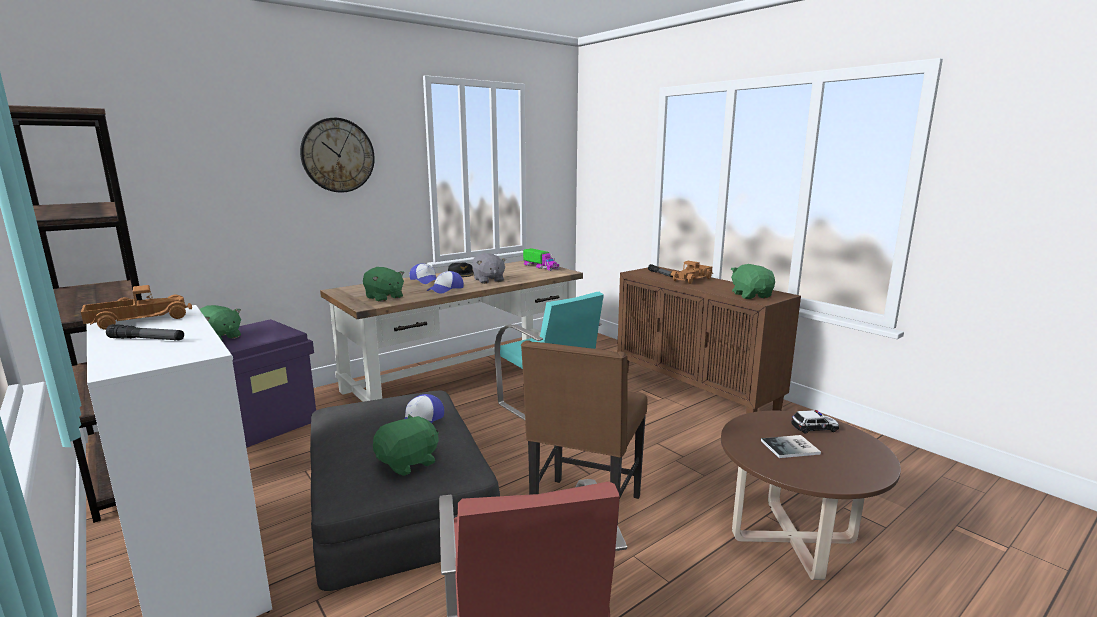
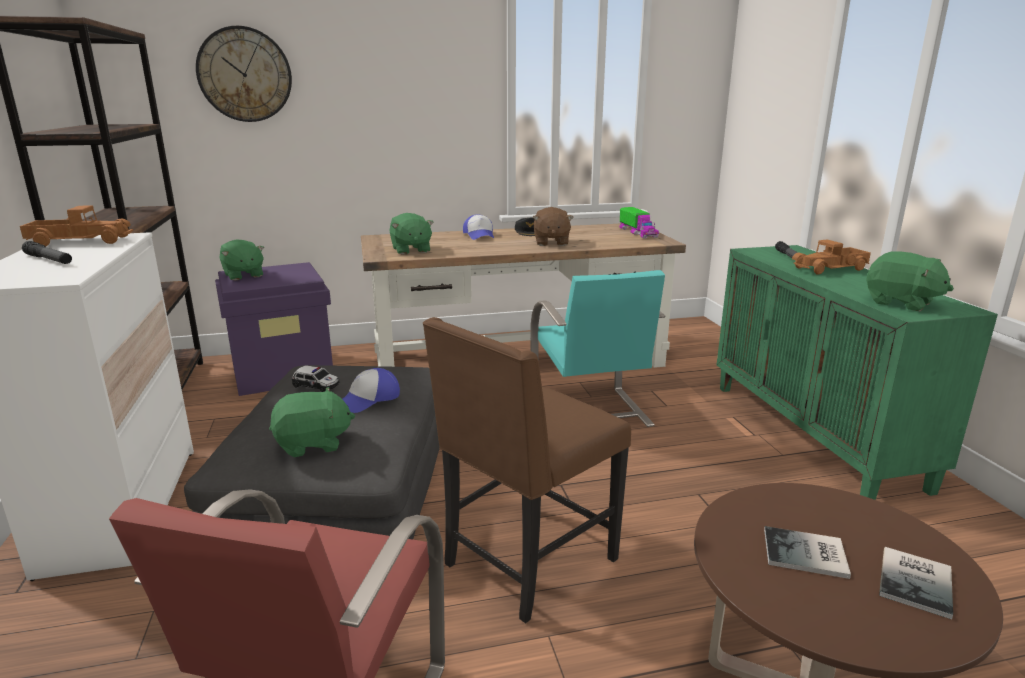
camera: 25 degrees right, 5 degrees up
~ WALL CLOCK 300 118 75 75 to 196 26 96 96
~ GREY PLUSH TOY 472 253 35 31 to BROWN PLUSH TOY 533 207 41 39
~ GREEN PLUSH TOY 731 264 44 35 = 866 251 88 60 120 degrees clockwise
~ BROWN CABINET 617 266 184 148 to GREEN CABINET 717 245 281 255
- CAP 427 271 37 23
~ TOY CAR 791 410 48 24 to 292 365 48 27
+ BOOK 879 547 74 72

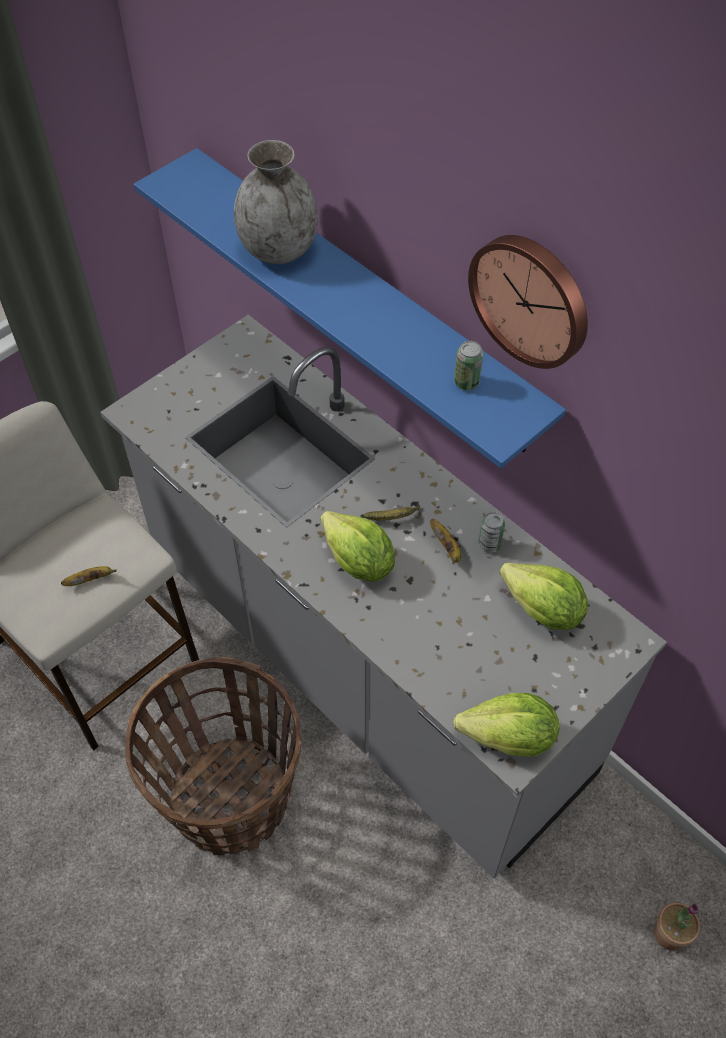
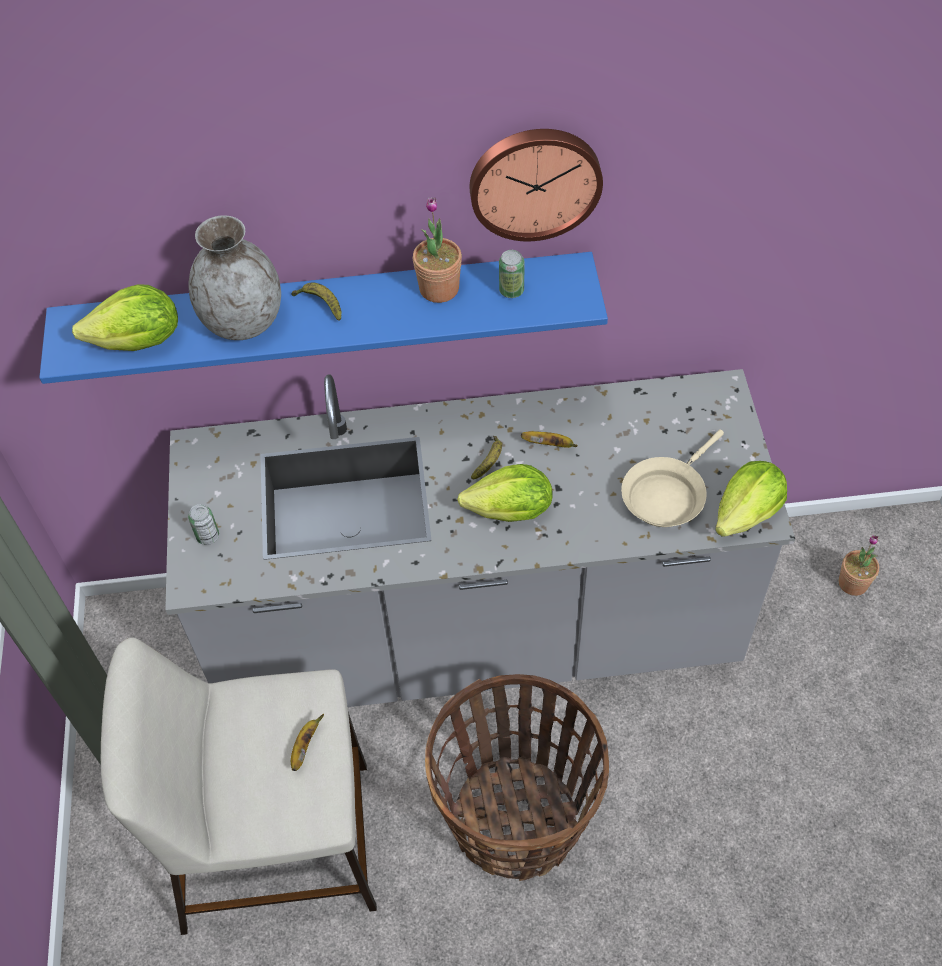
camera: 50 degrees left, 0 degrees up
~ CAN 478 512 27 41 to 188 504 31 41
~ LETTUCE 499 563 89 67 to 72 284 106 67
+ POTTED PLANT 413 197 49 106
+ BANANA 291 282 51 39
+ BEIGE FRYING PAN 621 429 103 98

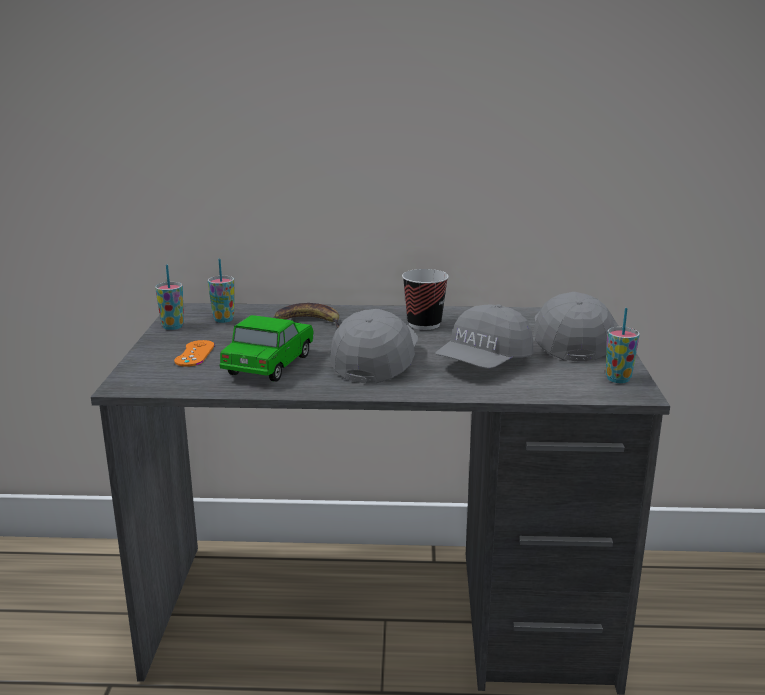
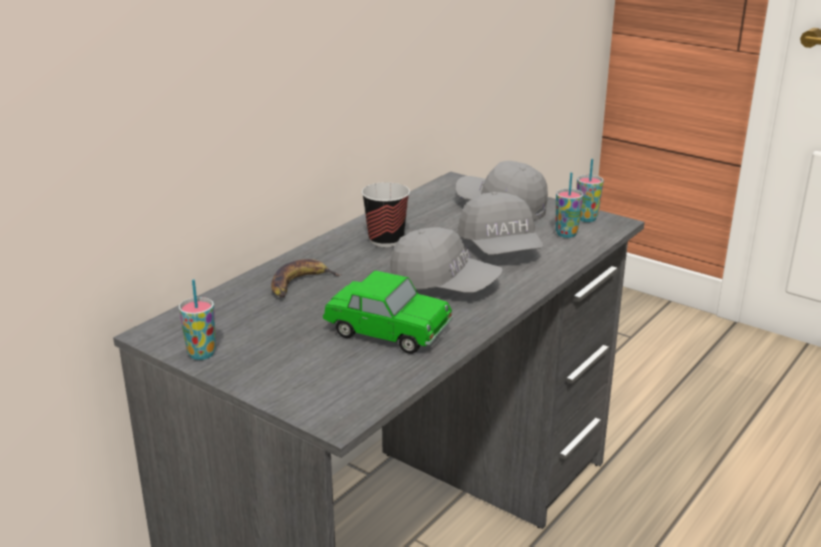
camera: 55 degrees left, 5 degrees up
~ CUP 208 259 26 64 to 556 172 27 66
~ GREY CAP 330 309 88 74 = 391 227 112 66 150 degrees clockwise
~ TOY CAR 219 315 95 67 = 323 270 130 84 150 degrees clockwise
- ORANGE GAME CONTROLLER 174 340 41 27

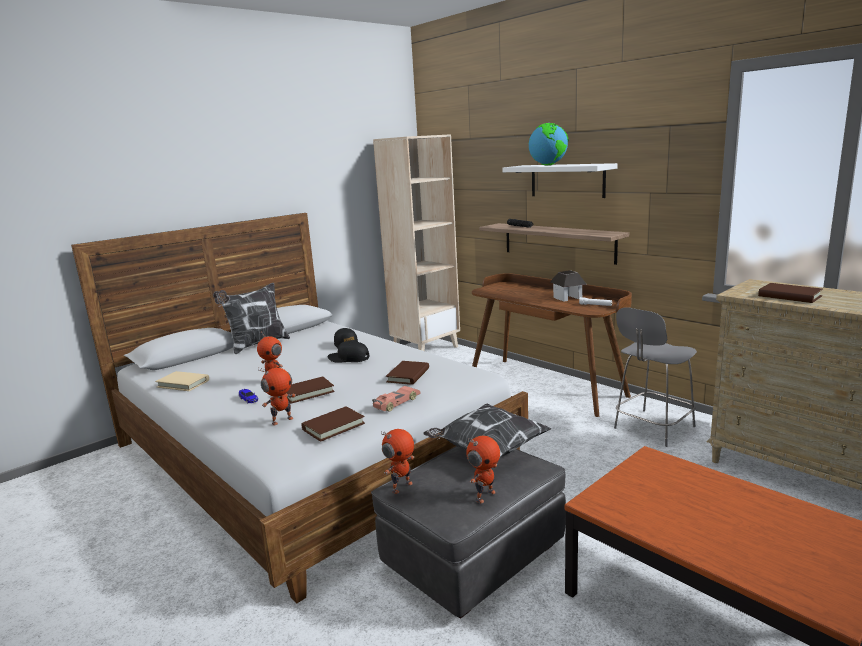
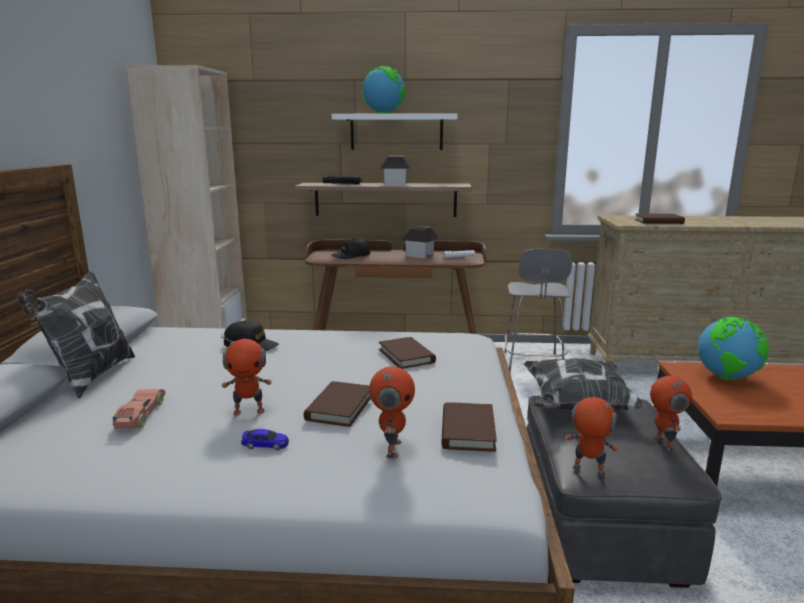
camera: 45 degrees left, 0 degrees up
~ BLACK CAP 328 341 42 22 to 332 239 38 20
- BEIGE BOOK 155 371 54 20
~ TOY CAR 372 386 48 26 to 112 389 53 41
~ TOY ROBOT 381 429 33 65 = 566 397 54 79 60 degrees counterclockwise
+ TOY HOUSE 380 155 31 31
+ GLOBE 698 317 71 63

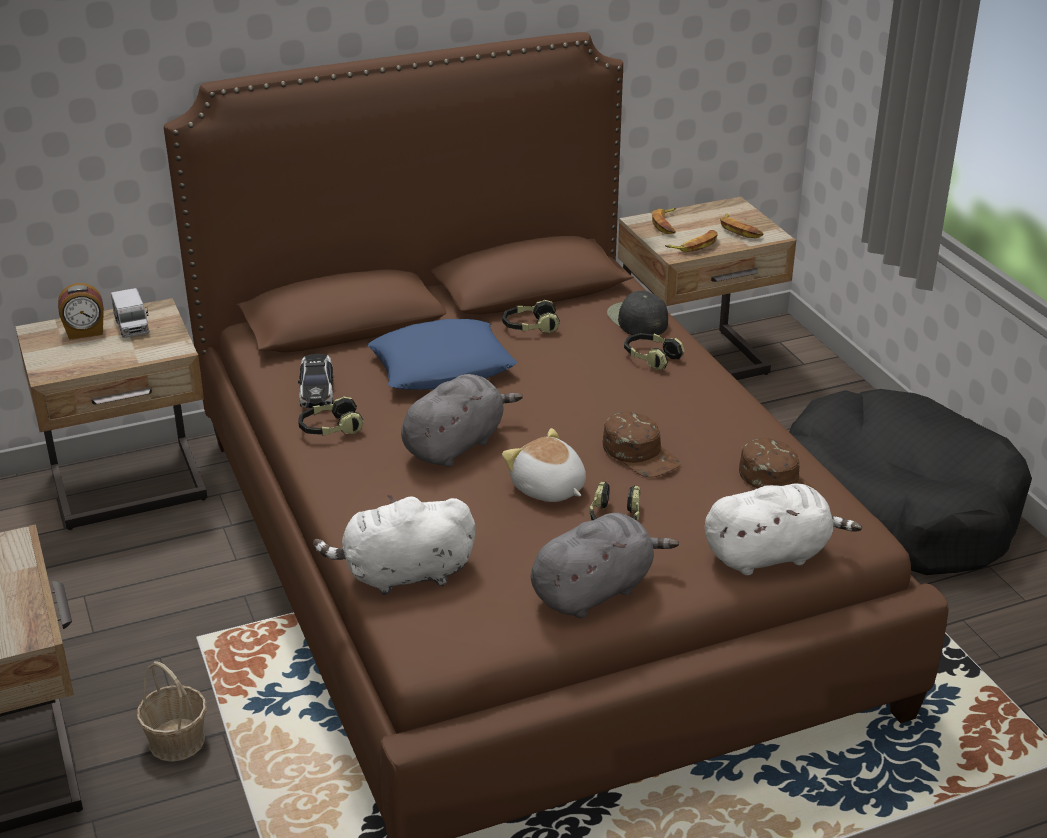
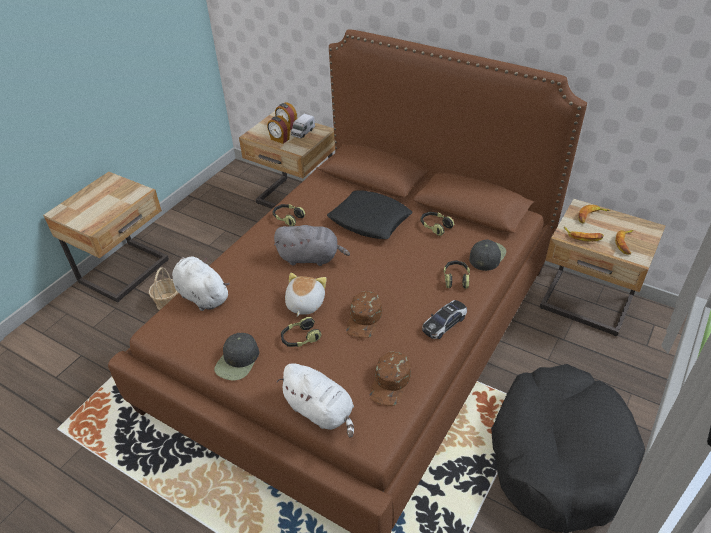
camera: 55 degrees right, 10 degrees up
~ BLUE PILLOW 368 319 149 71 to BLACK PILLOW 327 190 86 49
~ TOY CAR 298 354 35 54 to 422 300 45 39
~ GREY PLUSH TOY 531 513 148 105 to BLACK CAP 214 333 45 47
+ ALARM CLOCK 267 116 23 28

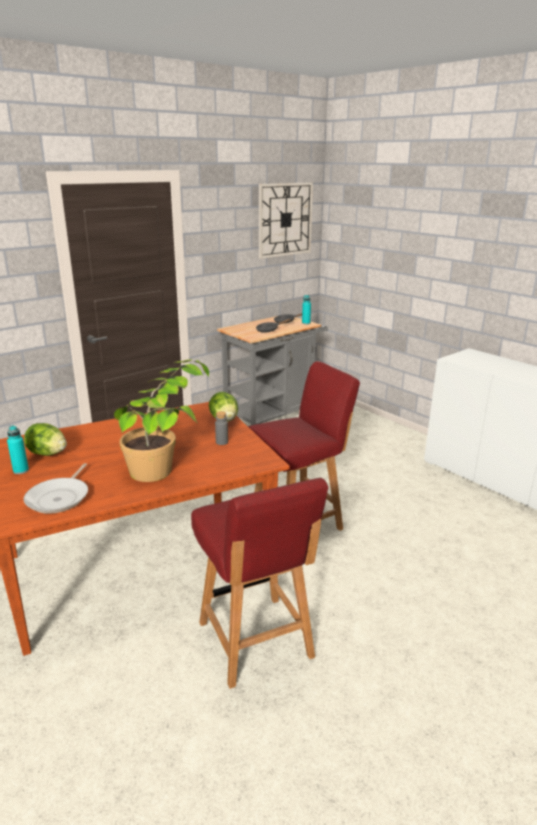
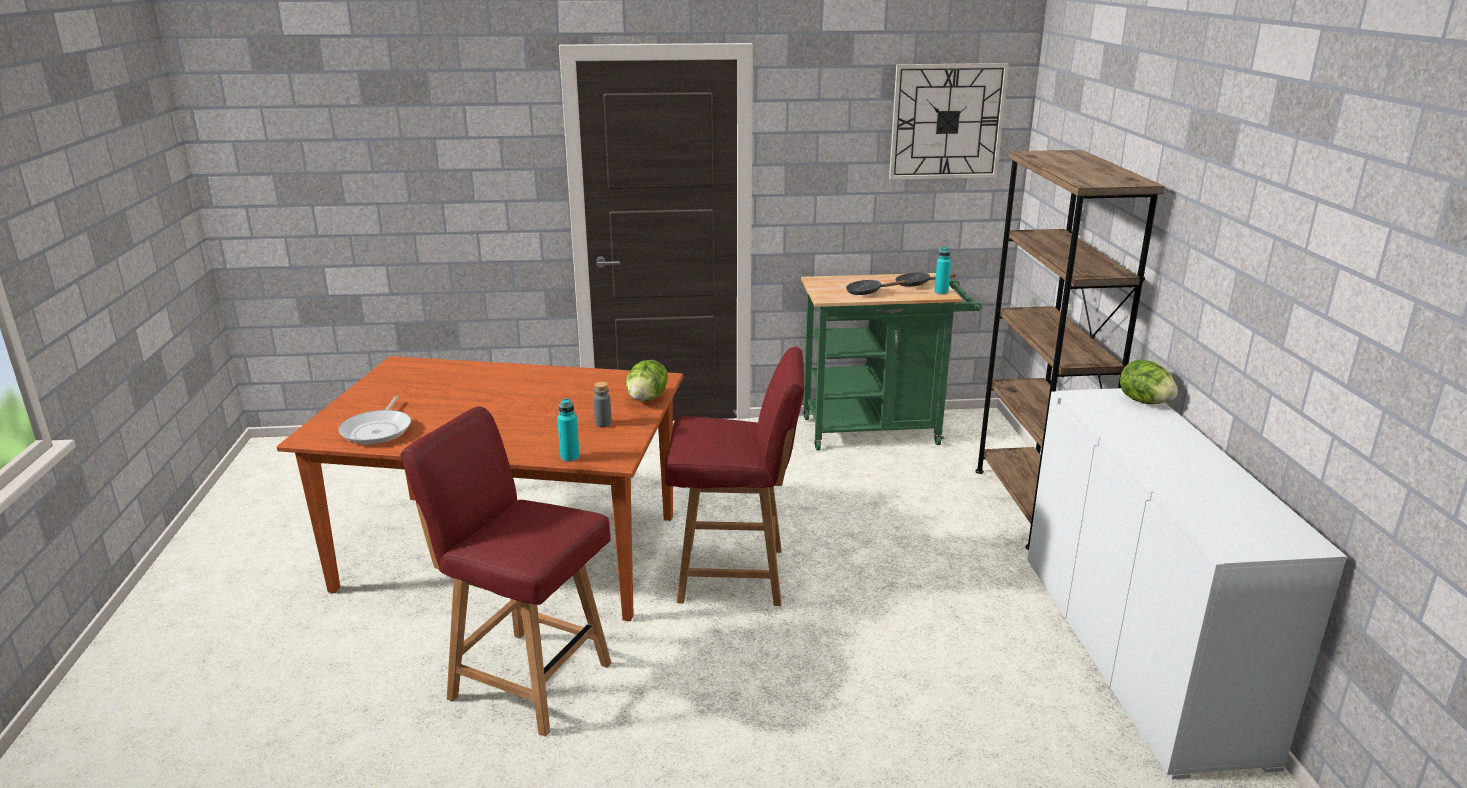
camera: 35 degrees right, 0 degrees up
~ GREY CART 217 316 111 109 to GREEN CART 801 273 180 177
- POTTED PLANT 114 359 95 123
~ LETTUCE 24 423 43 33 to 1120 360 58 44
~ TURQUOISE BOTTLE 7 425 22 49 to 557 398 23 64
~ FRYING PAN 24 463 64 51 = 338 396 73 49 45 degrees counterclockwise
~ RED CHAIR 191 478 137 211 = 400 406 212 330 105 degrees clockwise
+ BROWN BOOKCASE 975 150 190 400

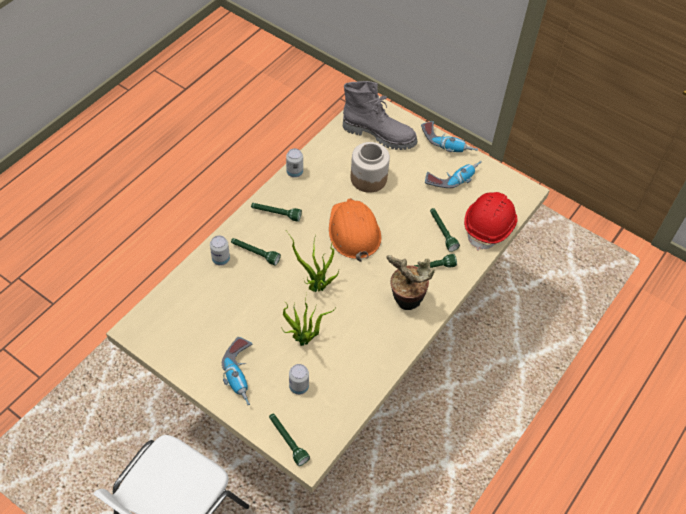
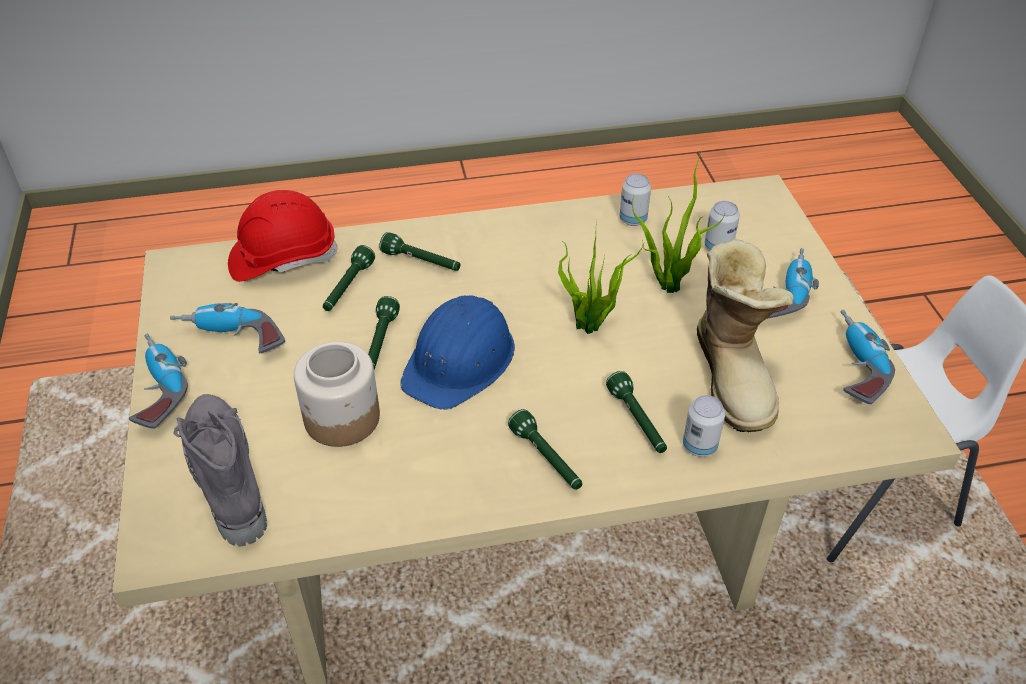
camera: 135 degrees left, 10 degrees down
~ CAN 286 148 17 30 to 619 173 32 53
~ ORANGE HARD HAT 329 199 52 63 to BLUE HARD HAT 400 296 115 114
- POTTED PLANT 386 255 49 55
~ GREEN FLASHLIGHT 269 414 41 52 to 368 296 32 74
+ BOOT 697 238 97 194
+ POWER DRILL 840 310 55 94

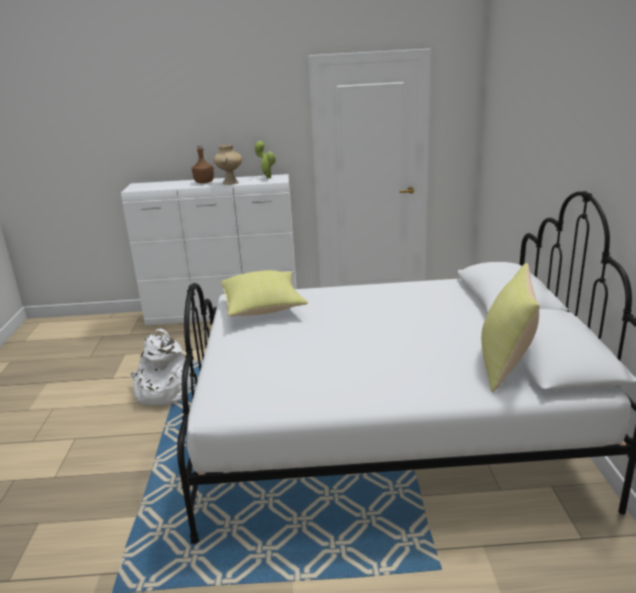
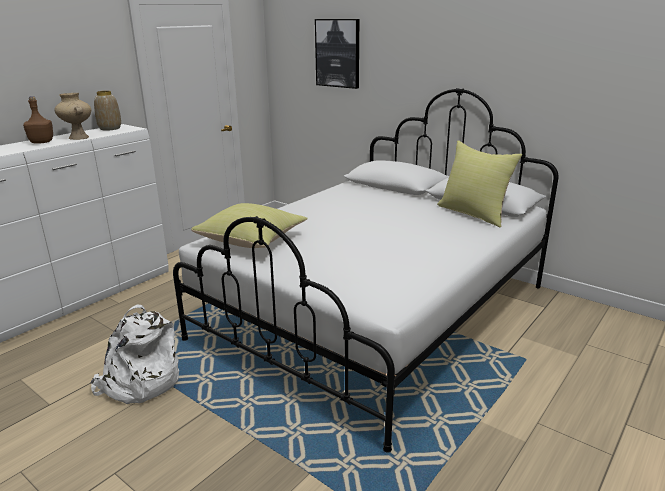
camera: 50 degrees left, 0 degrees up
~ POTTED PLANT 254 141 22 37 to VASE 94 91 27 40
+ PICTURE 315 19 44 70

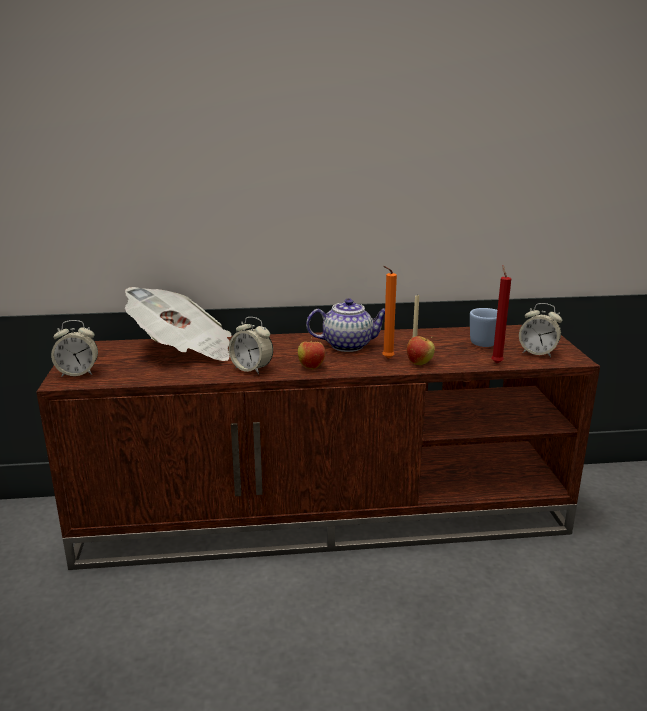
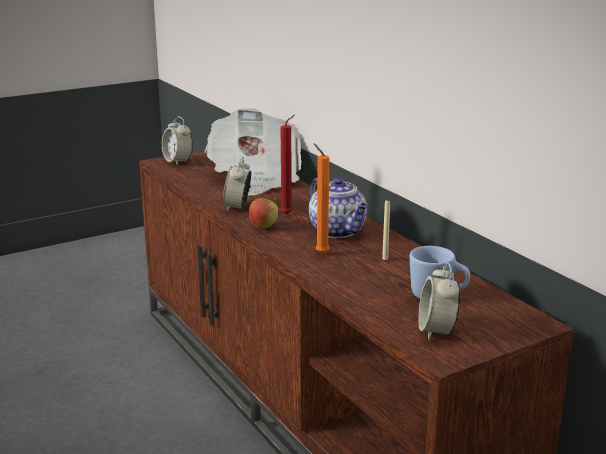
camera: 65 degrees right, 0 degrees up
~ RED CANDLE 491 266 20 97 to 280 115 15 100
- APPLE 407 336 28 29

